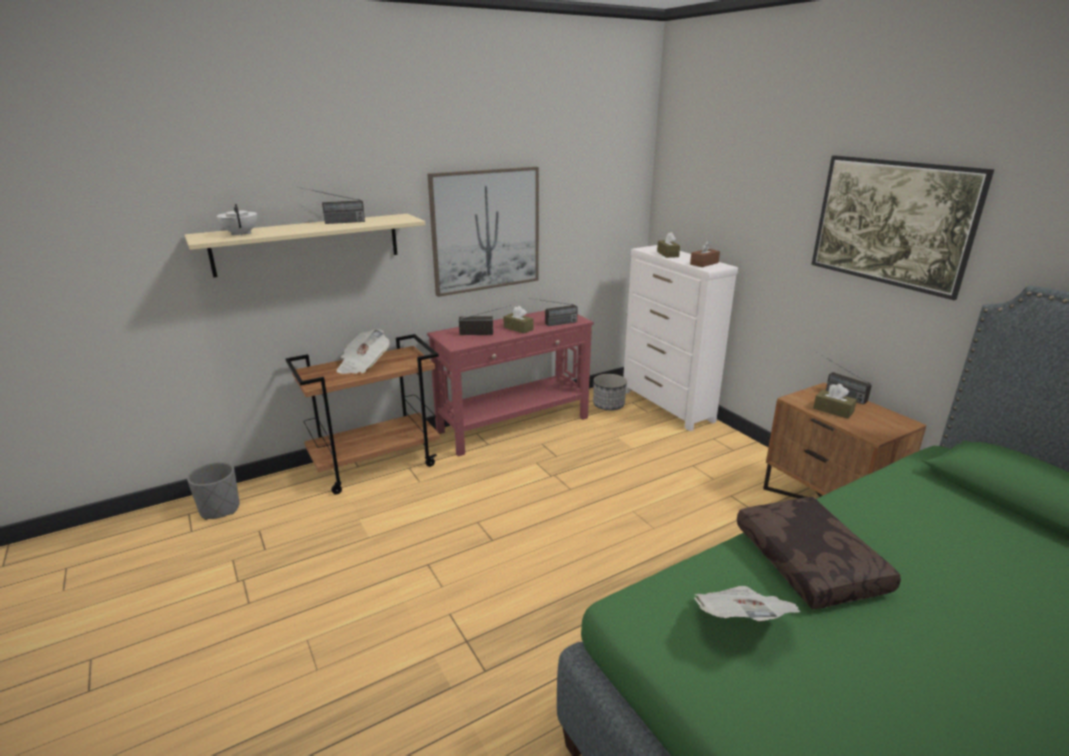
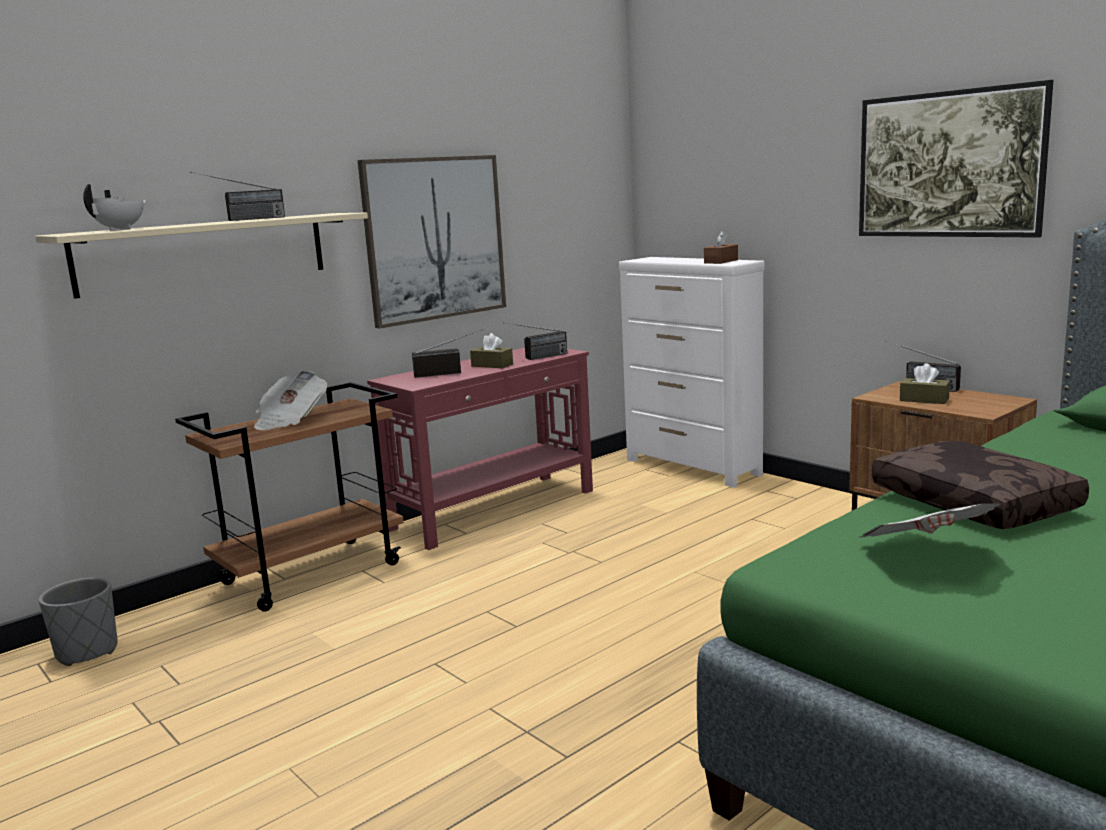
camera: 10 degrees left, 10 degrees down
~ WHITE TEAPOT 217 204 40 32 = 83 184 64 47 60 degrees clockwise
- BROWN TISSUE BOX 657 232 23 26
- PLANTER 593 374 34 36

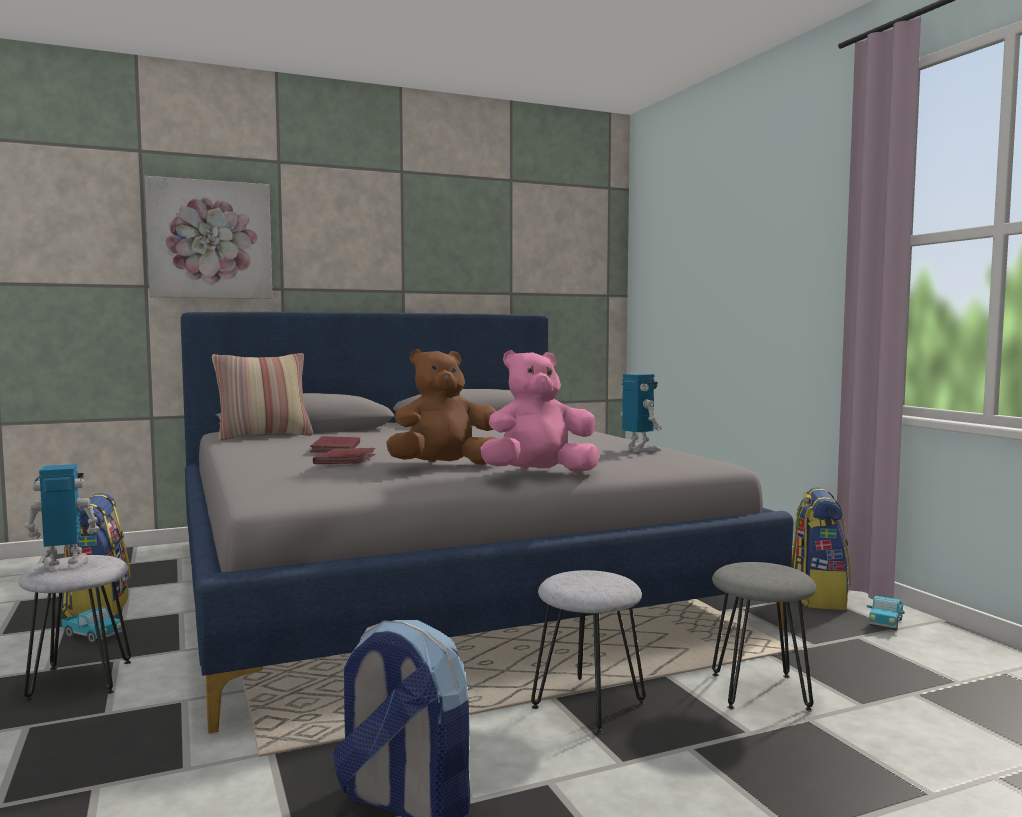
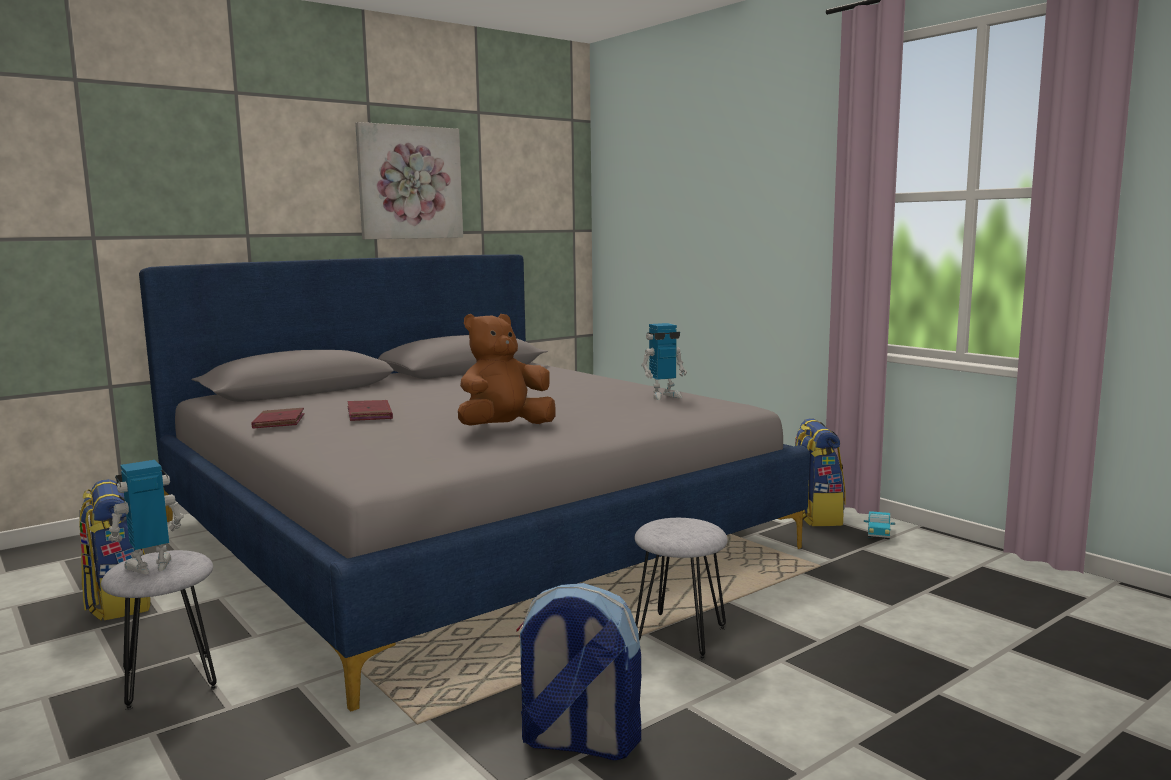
camera: 15 degrees left, 5 degrees up
~ PICTURE 145 176 127 123 to 355 122 108 117
- PINK PLUSH TOY 480 350 119 123
- PILLOW 212 353 101 88
~ TOY ROBOT 621 374 41 78 = 641 323 46 77 120 degrees clockwise
~ RED BOOK 313 448 63 16 to 251 408 54 21
- GREY STOOL 712 562 105 149
- TOY TRUCK 62 607 60 36

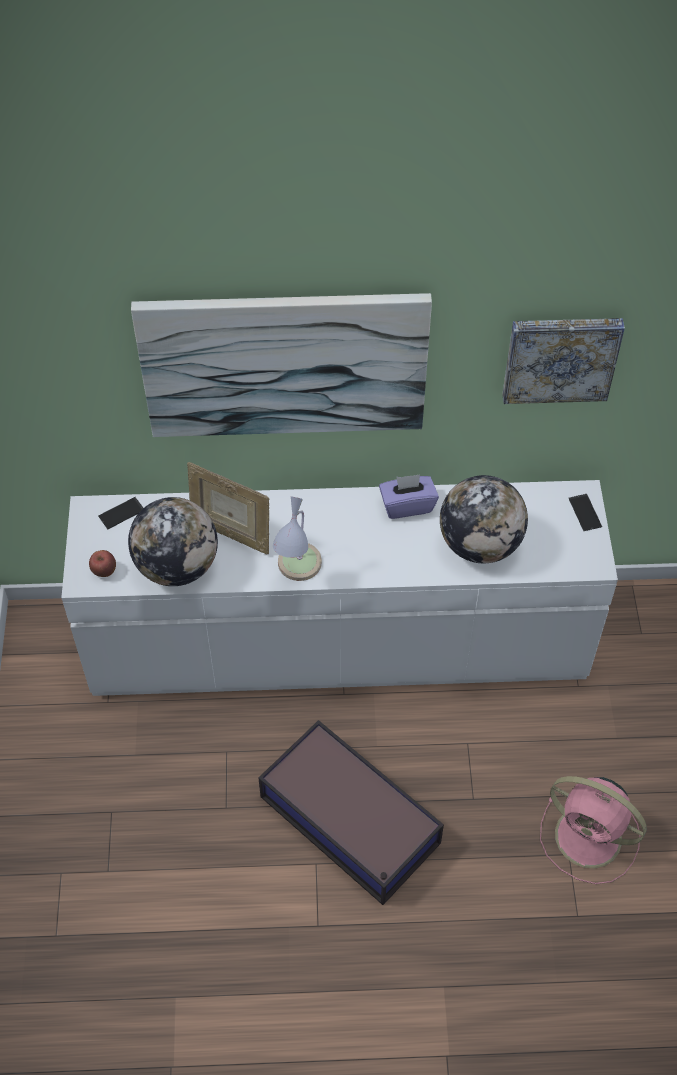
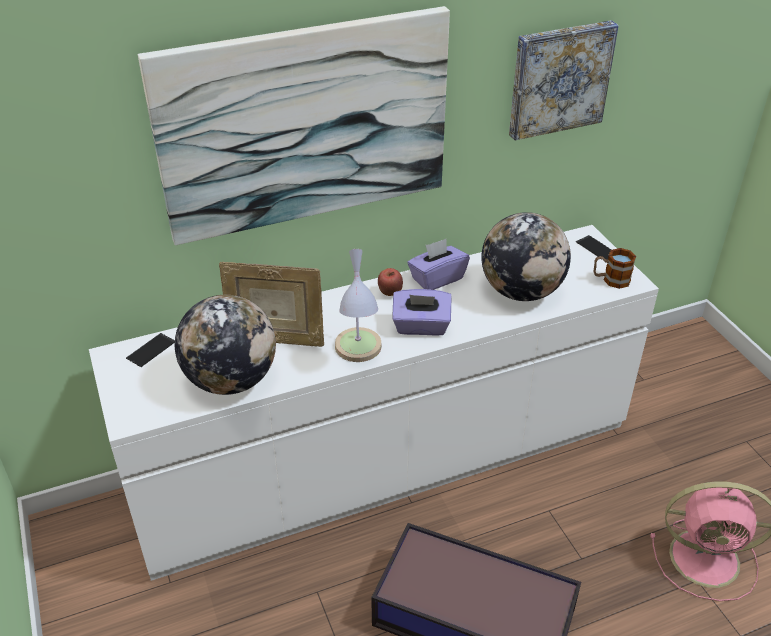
camera: 20 degrees left, 15 degrees down
~ APPLE 89 550 27 27 to 378 268 25 28
+ MUG 593 248 43 41
+ PURPLE TISSUE BOX 392 289 59 47

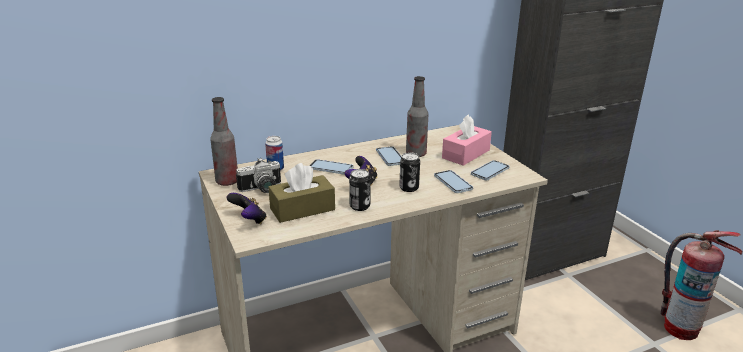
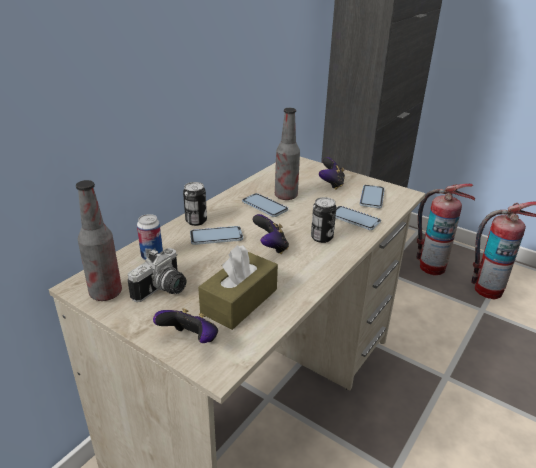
camera: 30 degrees left, 5 degrees up
~ PINK TISSUE BOX 442 115 50 51 to GAME CONTROLLER 319 157 26 33
~ CAN 349 169 22 42 to 183 182 24 44
+ FIRE EXTINGUISHER 416 184 59 91

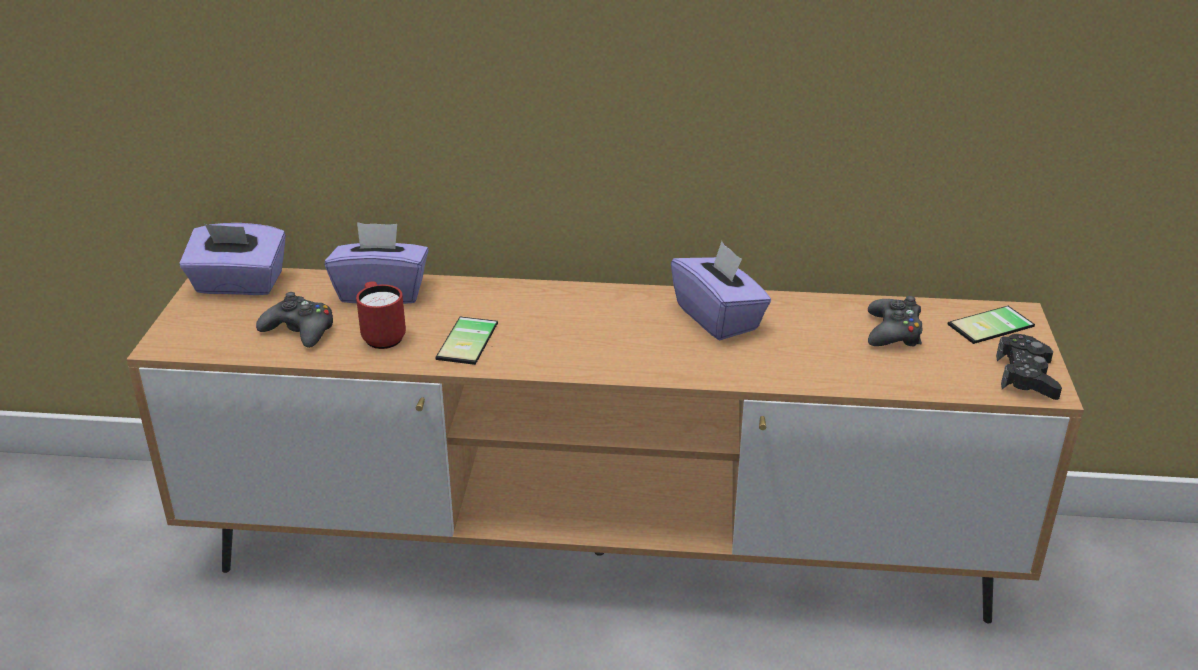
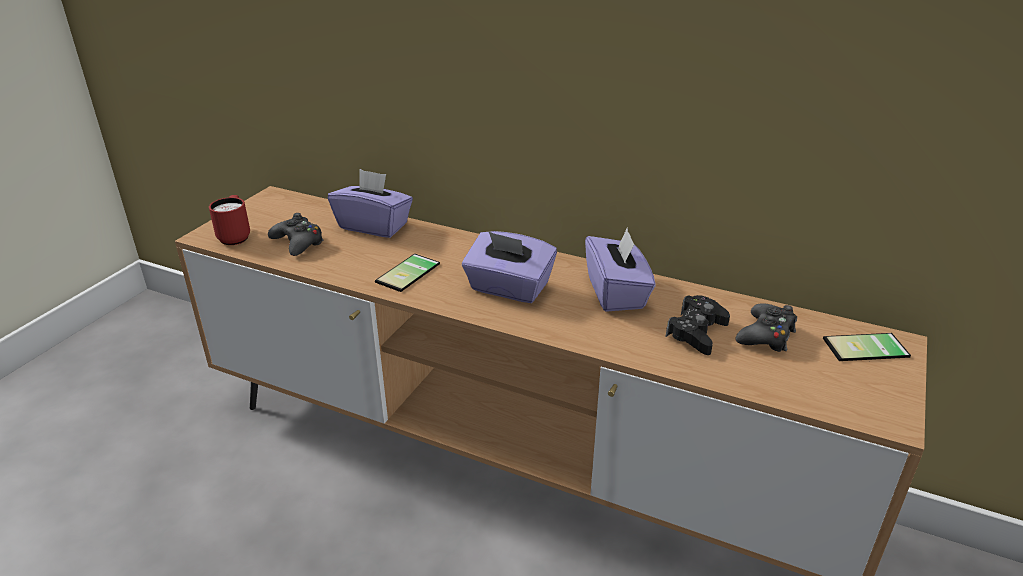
camera: 20 degrees right, 0 degrees up
~ PURPLE TISSUE BOX 180 223 106 72 to 462 231 95 72
~ RED MUG 356 281 50 68 to 209 195 41 50
~ BLACK GAME CONTROLLER 996 334 66 66 to 665 295 65 60

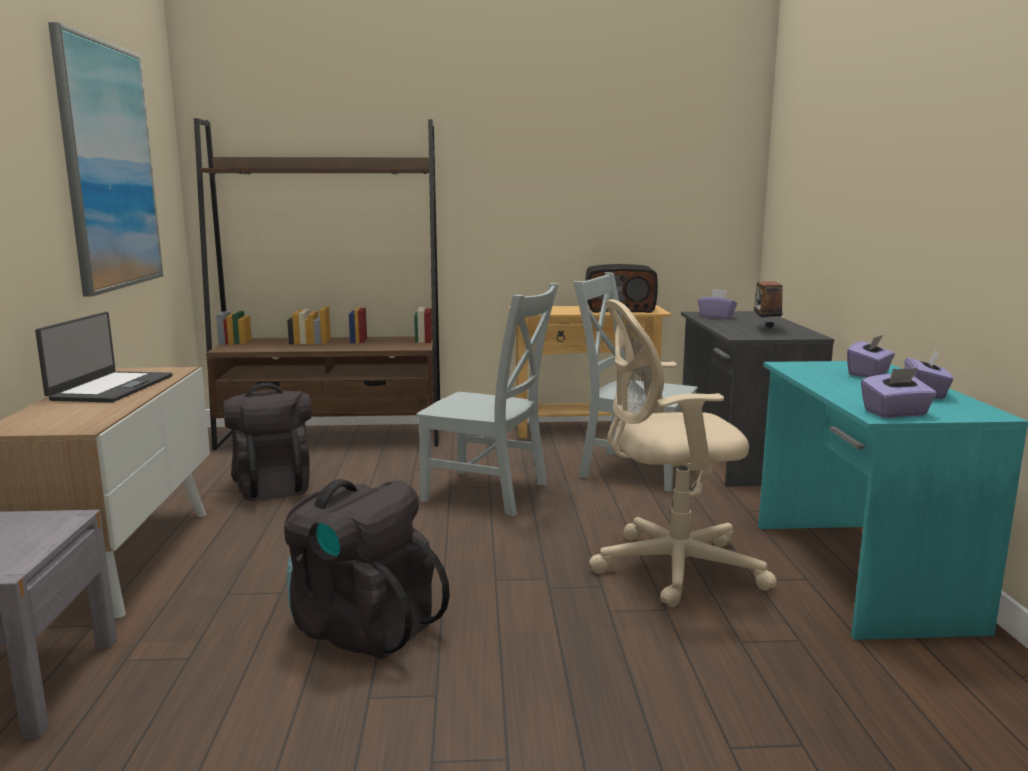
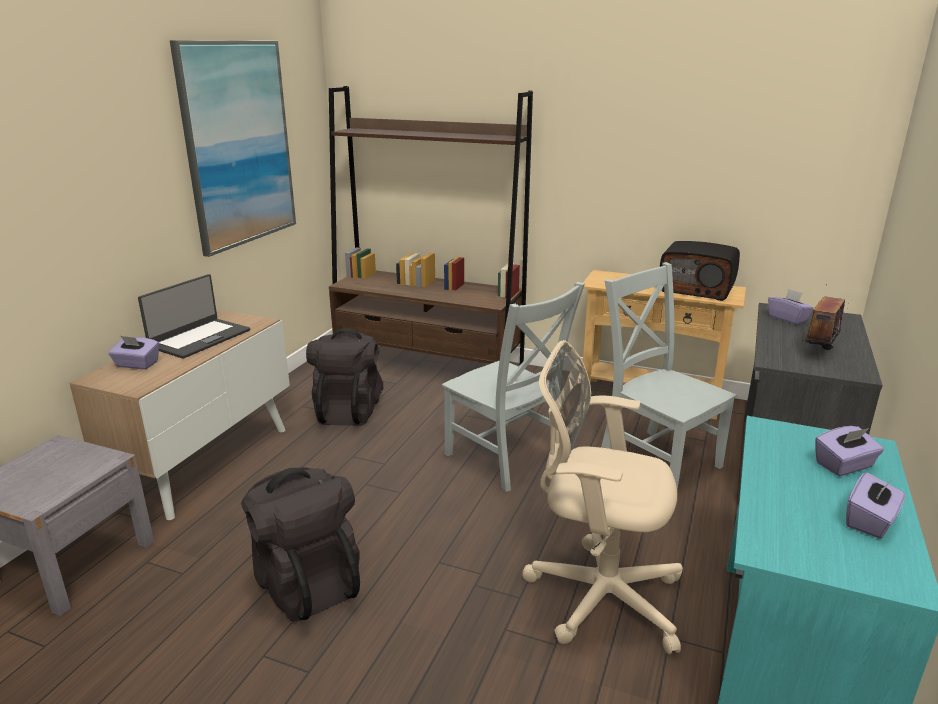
camera: 25 degrees right, 10 degrees up
~ PURPLE TISSUE BOX 861 368 76 50 to 108 336 51 33

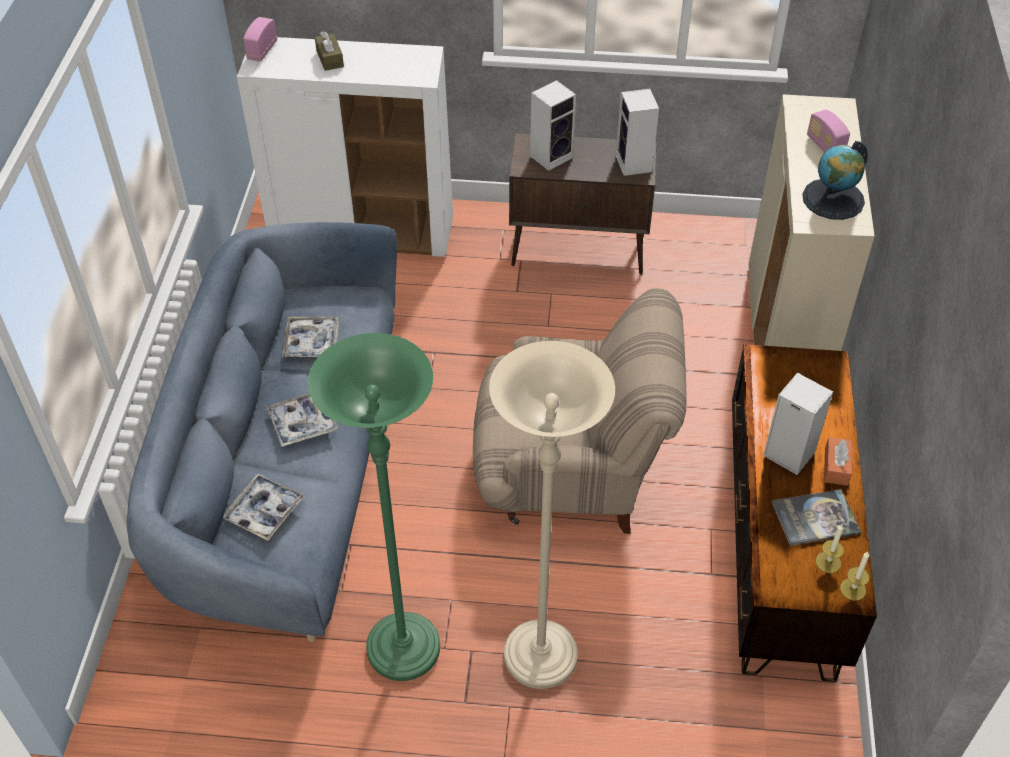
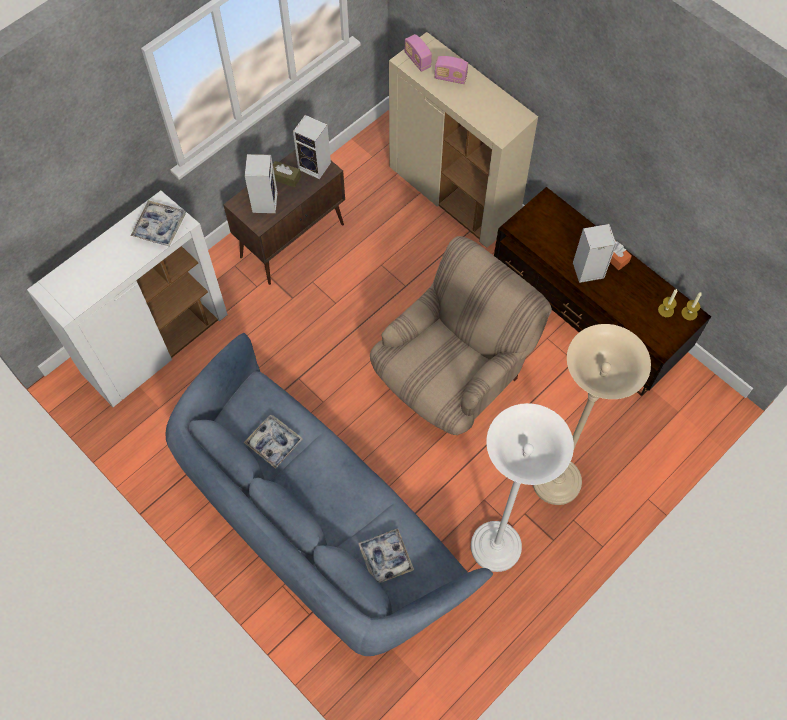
camera: 50 degrees left, 15 degrees up
~ RADIO 243 17 34 45 to 404 34 28 38
~ BROWN TISSUE BOX 315 31 29 40 to 273 161 28 26
- GLOBE 802 141 66 79
~ GREEN FLOOR LAMP 308 333 132 348 to WHITE FLOOR LAMP 471 403 103 169
~ TRAY 267 394 71 53 to 131 200 55 47
- BOOK 772 489 89 57

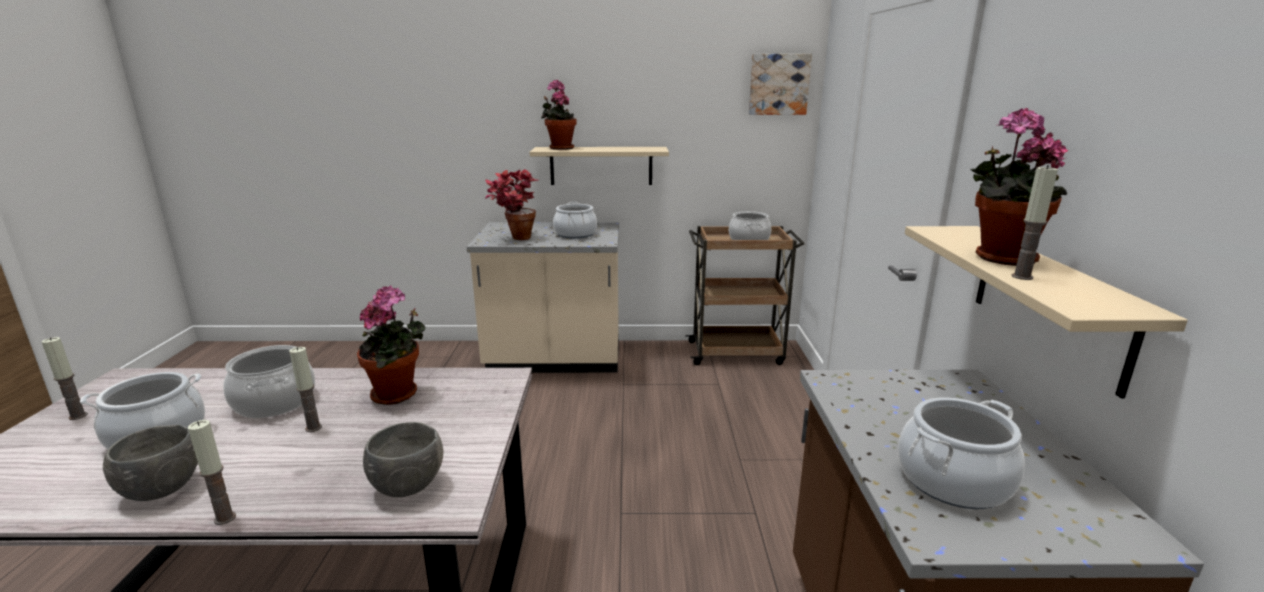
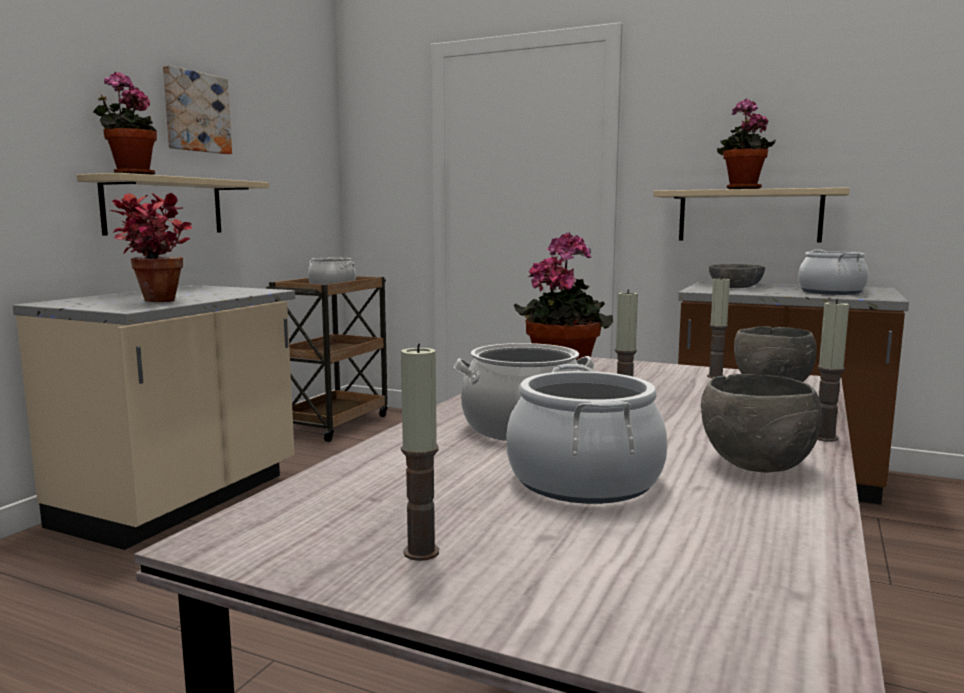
camera: 65 degrees left, 10 degrees down
~ PICTURE 749 54 63 61 to 163 65 69 89
~ CANDLE 1011 165 47 115 to 707 276 23 102
- COOKING POT 553 202 44 37
+ GREY BOWL 709 264 56 24

